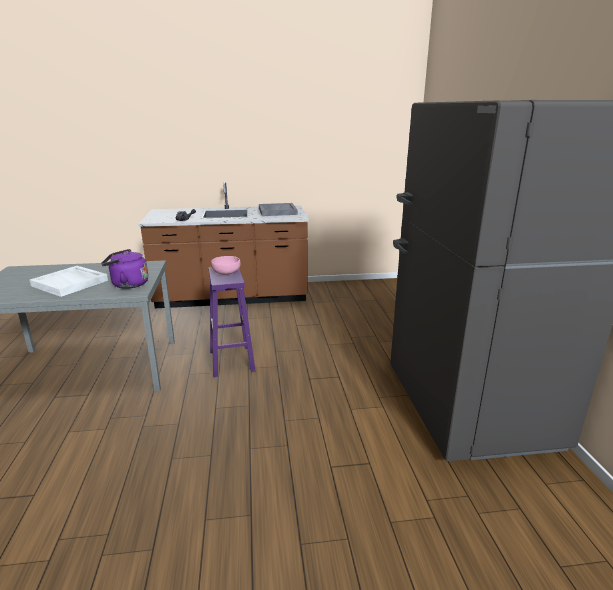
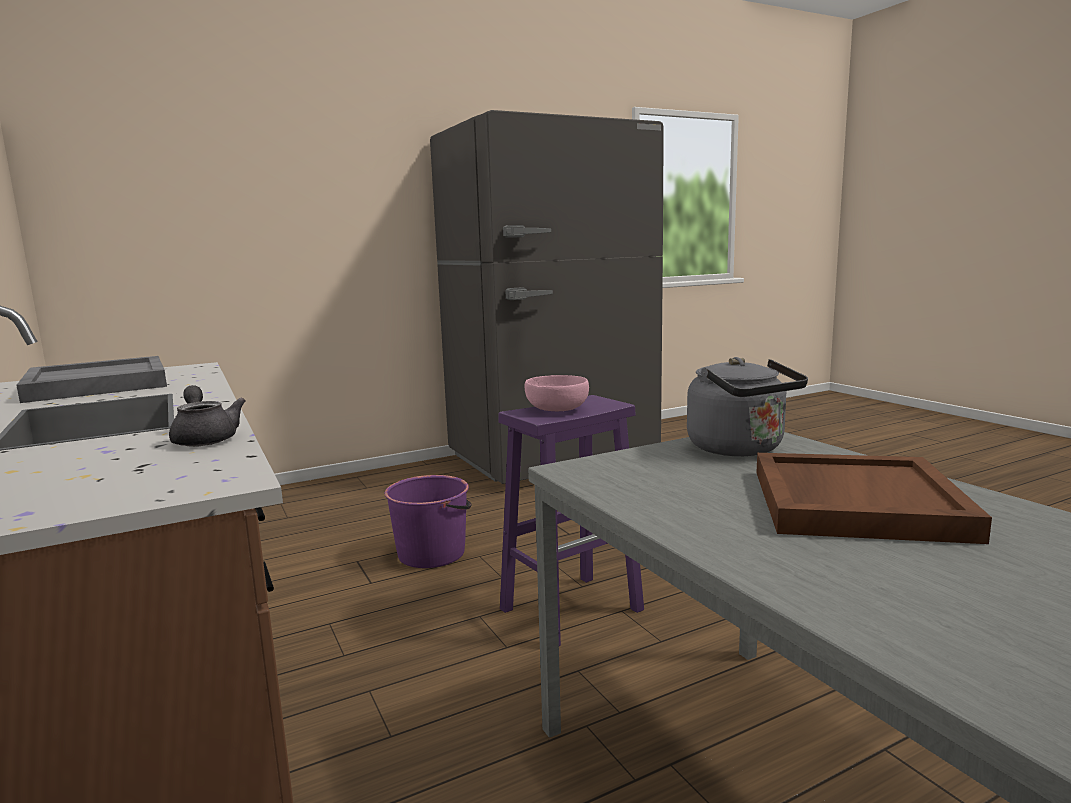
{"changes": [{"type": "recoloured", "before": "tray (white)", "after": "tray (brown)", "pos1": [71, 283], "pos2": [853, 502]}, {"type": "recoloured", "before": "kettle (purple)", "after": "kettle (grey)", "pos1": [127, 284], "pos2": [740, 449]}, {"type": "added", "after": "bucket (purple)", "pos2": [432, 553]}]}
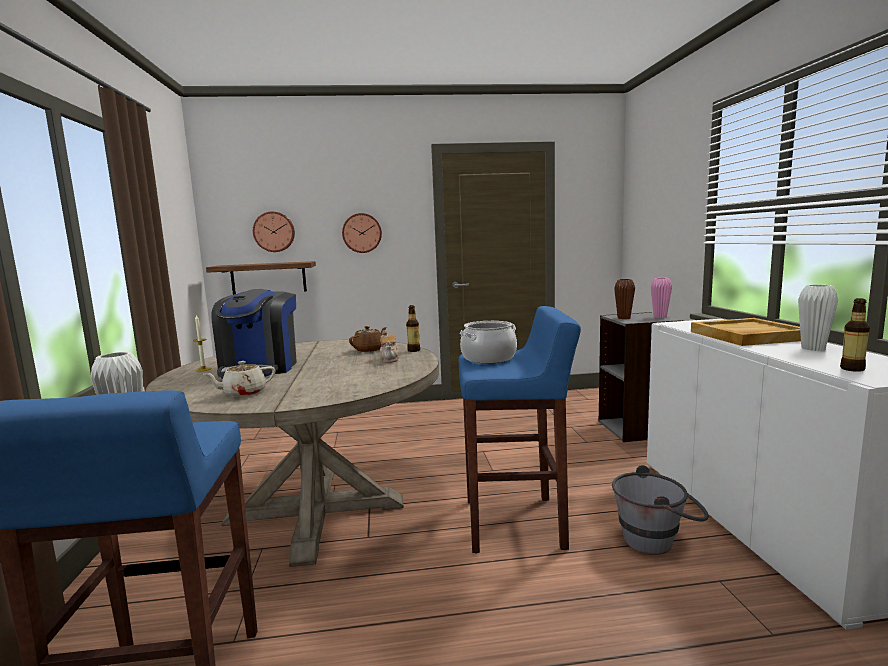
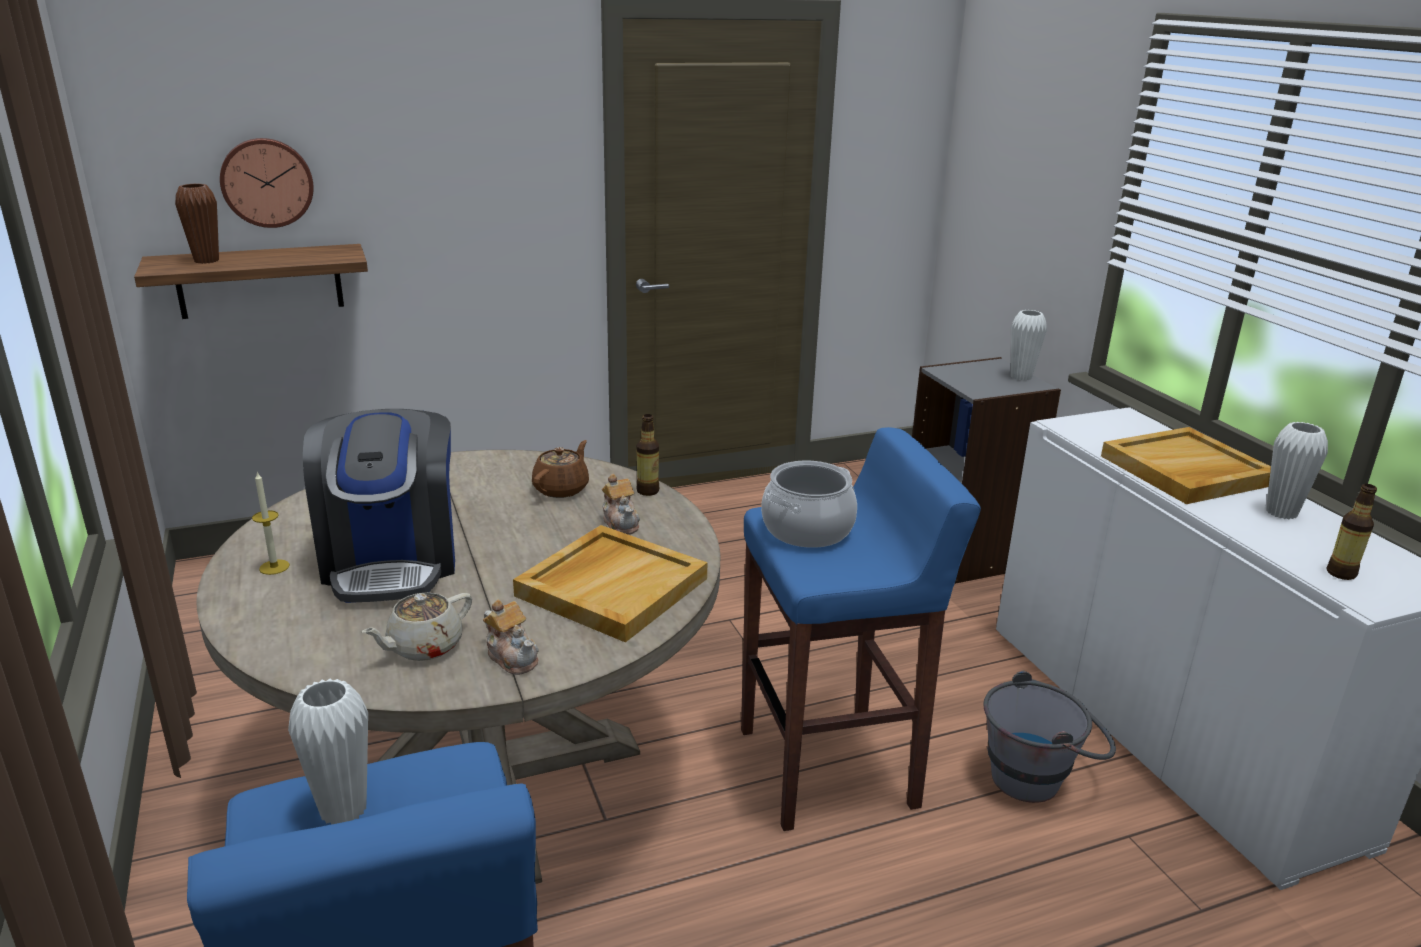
{"changes": [{"type": "removed", "before": "wall clock", "pos1": [362, 233]}, {"type": "moved", "before": "vase (brown)", "pos1": [624, 318], "pos2": [206, 260]}, {"type": "recoloured", "before": "vase (pink)", "after": "vase (white)", "pos1": [660, 317], "pos2": [1021, 377]}, {"type": "added", "after": "teapot", "pos2": [512, 657]}, {"type": "added", "after": "tray (beige)", "pos2": [612, 586]}]}
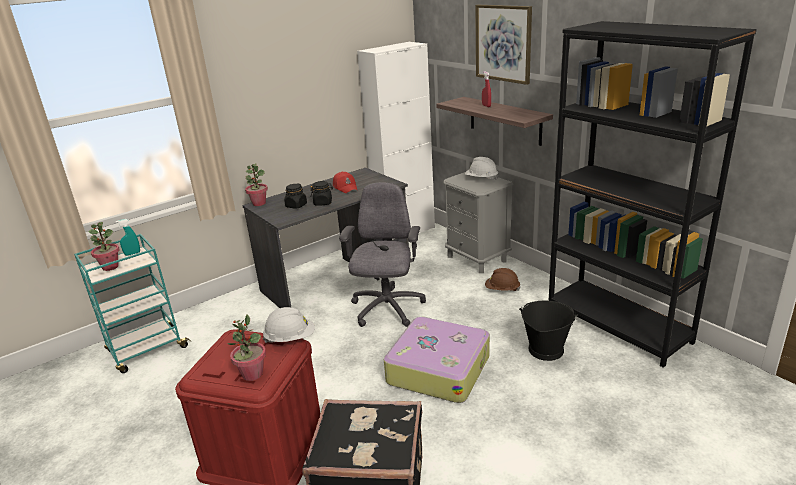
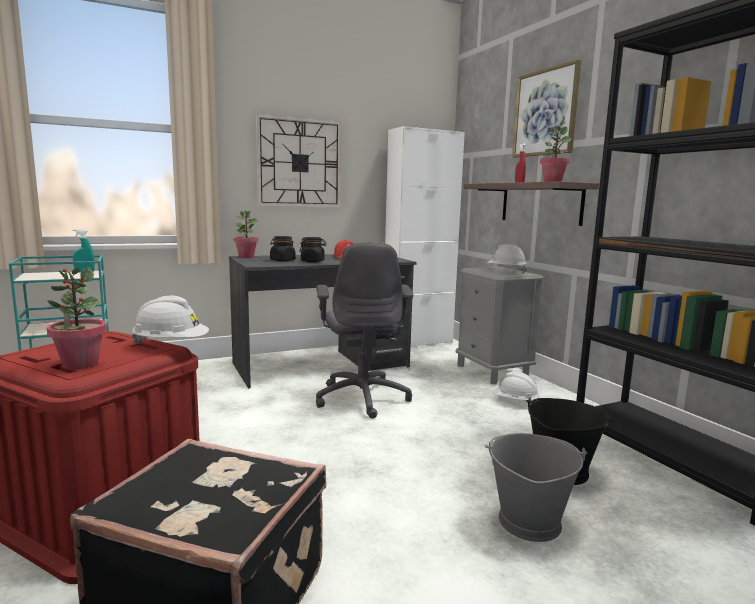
{"changes": [{"type": "moved", "before": "potted plant", "pos1": [110, 267], "pos2": [552, 182]}, {"type": "turned", "before": "office chair (grey)", "pos1": [387, 309], "pos2": [362, 398], "turn": 150}, {"type": "removed", "before": "suitcase", "pos1": [438, 369]}, {"type": "recoloured", "before": "hard hat (brown)", "after": "hard hat (white)", "pos1": [502, 290], "pos2": [515, 402]}, {"type": "added", "after": "wall clock", "pos2": [299, 163]}, {"type": "added", "after": "bucket (grey)", "pos2": [528, 521]}]}
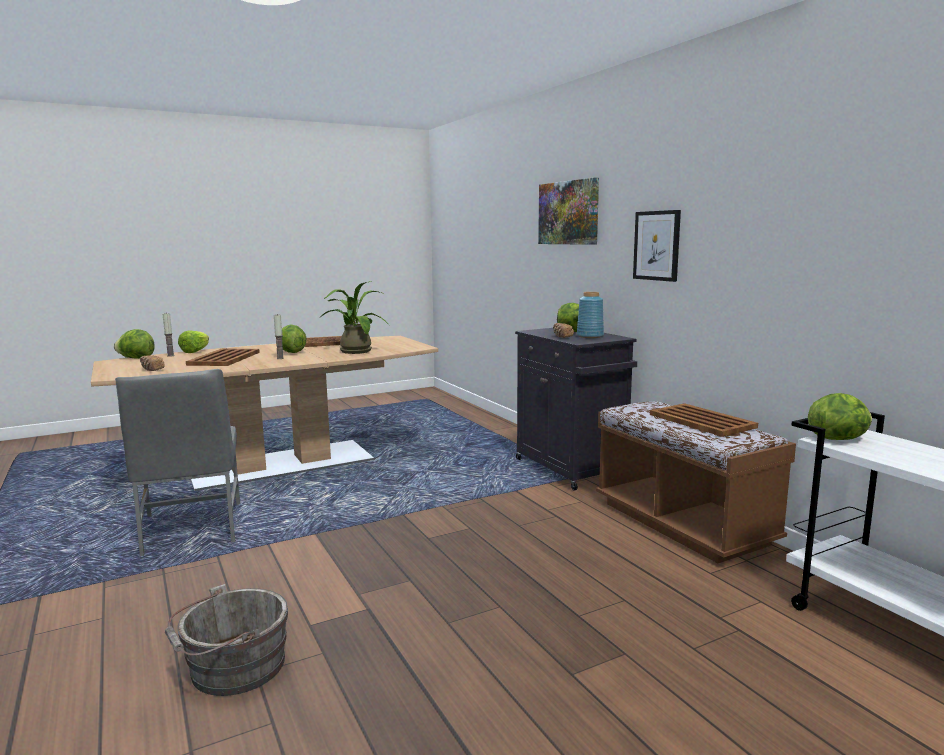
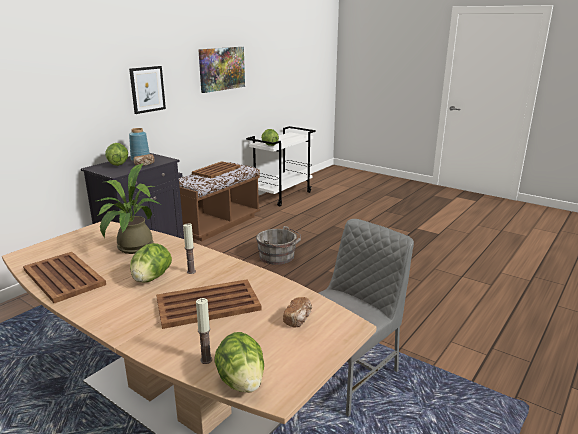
{"changes": [{"type": "moved", "before": "bucket (grey)", "pos1": [232, 668], "pos2": [278, 257]}, {"type": "removed", "before": "lettuce", "pos1": [195, 351]}, {"type": "moved", "before": "picture", "pos1": [568, 213], "pos2": [221, 69]}]}
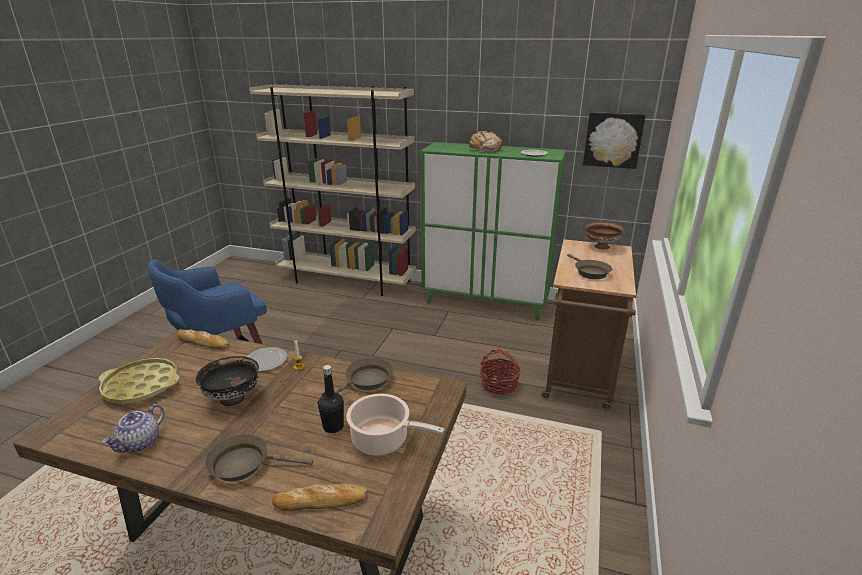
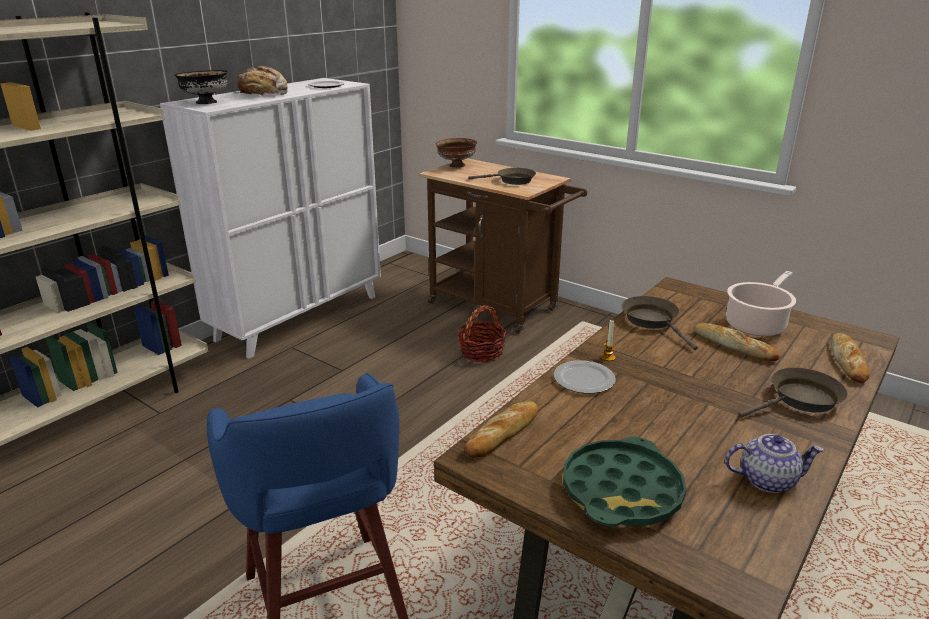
{"changes": [{"type": "recoloured", "before": "tray (yellow)", "after": "tray (green)", "pos1": [141, 386], "pos2": [622, 491]}, {"type": "turned", "before": "teapot", "pos1": [140, 443], "pos2": [767, 480], "turn": -45}, {"type": "moved", "before": "bowl (black)", "pos1": [233, 398], "pos2": [205, 103]}, {"type": "turned", "before": "frying pan (brown)", "pos1": [245, 464], "pos2": [800, 400], "turn": -135}, {"type": "replaced", "before": "bottle (black)", "after": "bread", "pos1": [333, 426], "pos2": [734, 346]}, {"type": "recoloured", "before": "cabinet (green)", "after": "cabinet (white)", "pos1": [485, 302], "pos2": [299, 317]}, {"type": "removed", "before": "picture", "pos1": [613, 140]}]}
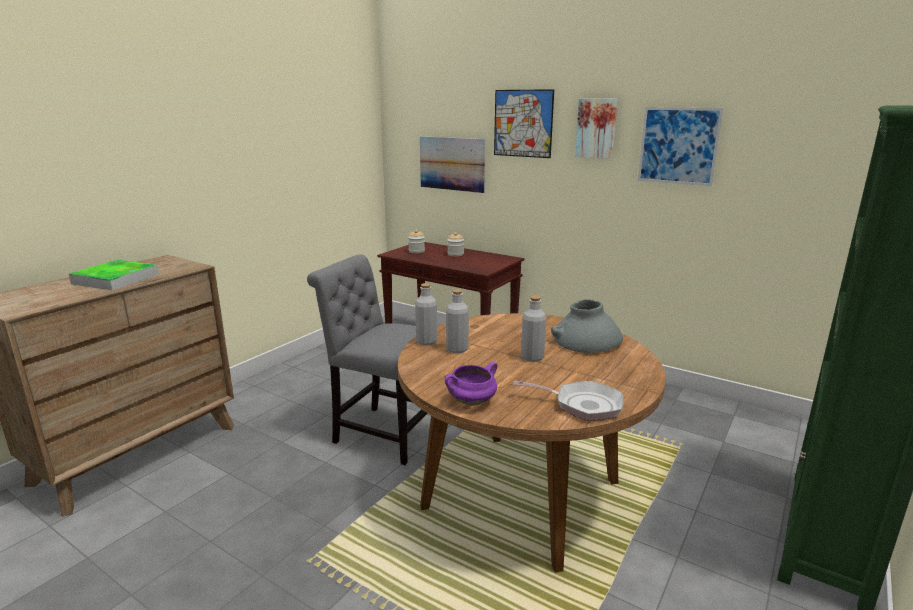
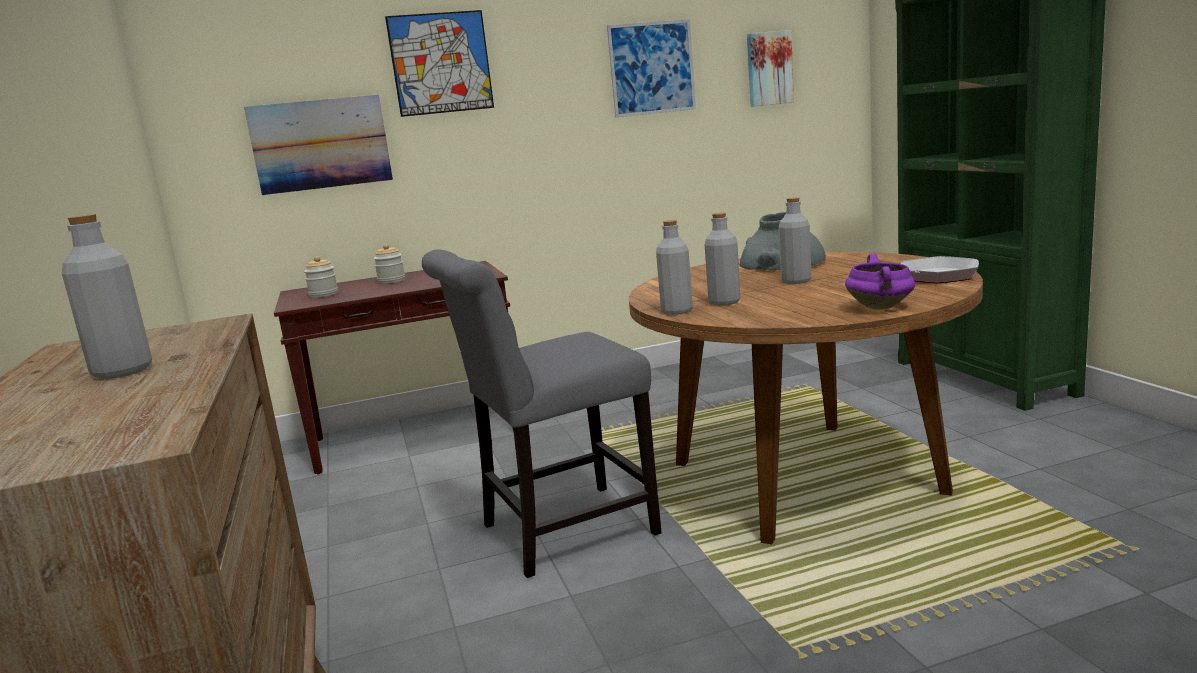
{"changes": [{"type": "replaced", "before": "tray", "after": "bottle (grey)", "pos1": [116, 279], "pos2": [122, 371]}, {"type": "moved", "before": "picture", "pos1": [596, 128], "pos2": [769, 68]}]}
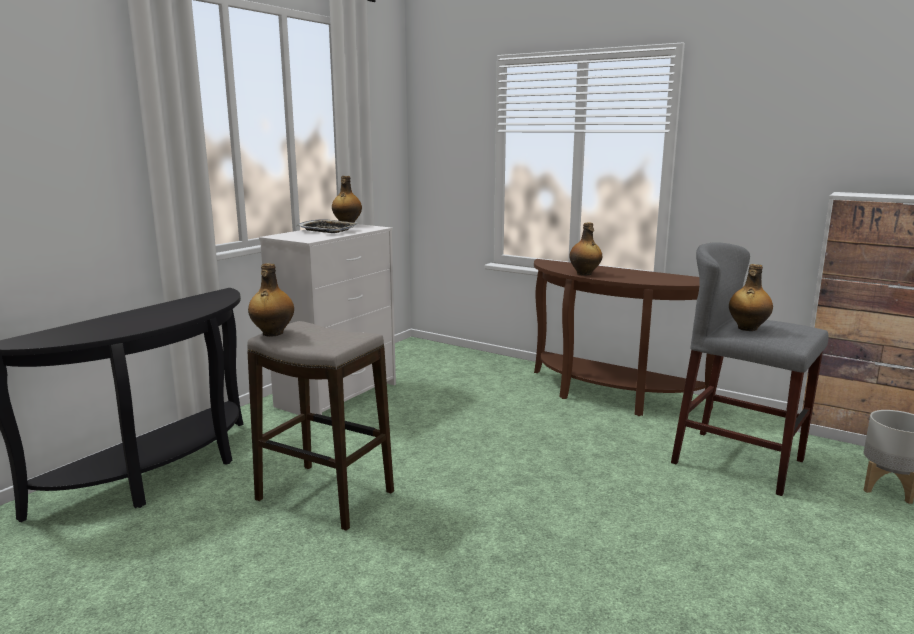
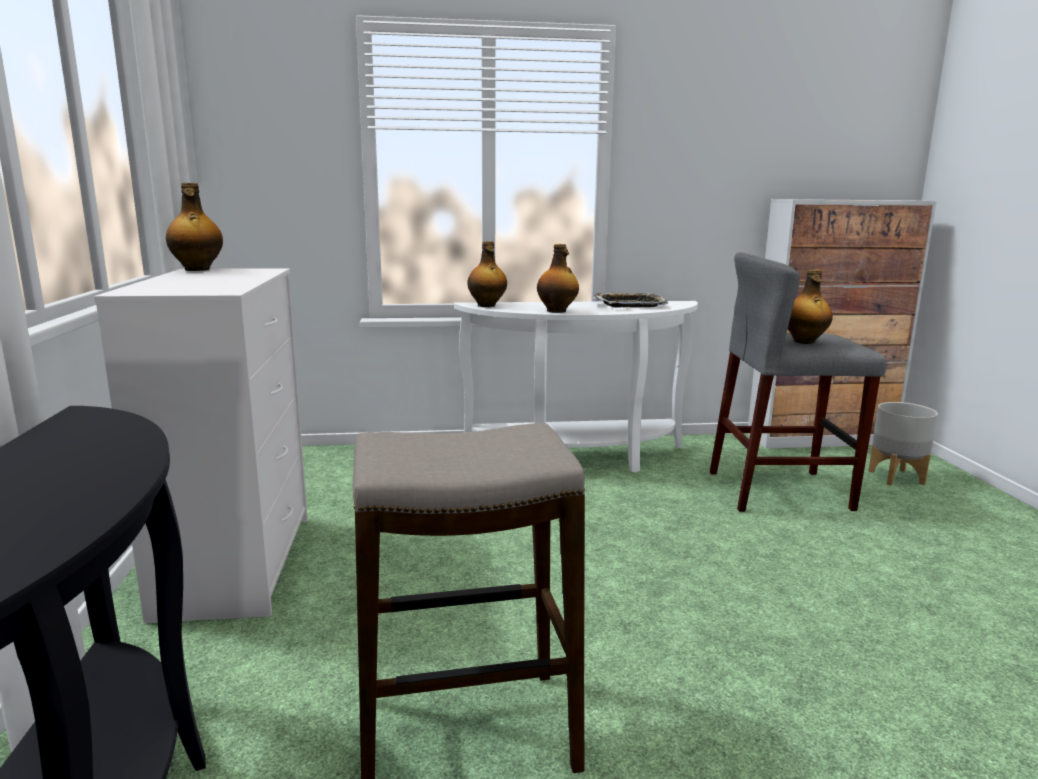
{"changes": [{"type": "moved", "before": "bottle", "pos1": [272, 333], "pos2": [487, 305]}, {"type": "moved", "before": "tray", "pos1": [327, 230], "pos2": [629, 305]}, {"type": "recoloured", "before": "console table (brown)", "after": "console table (white)", "pos1": [609, 397], "pos2": [578, 460]}]}
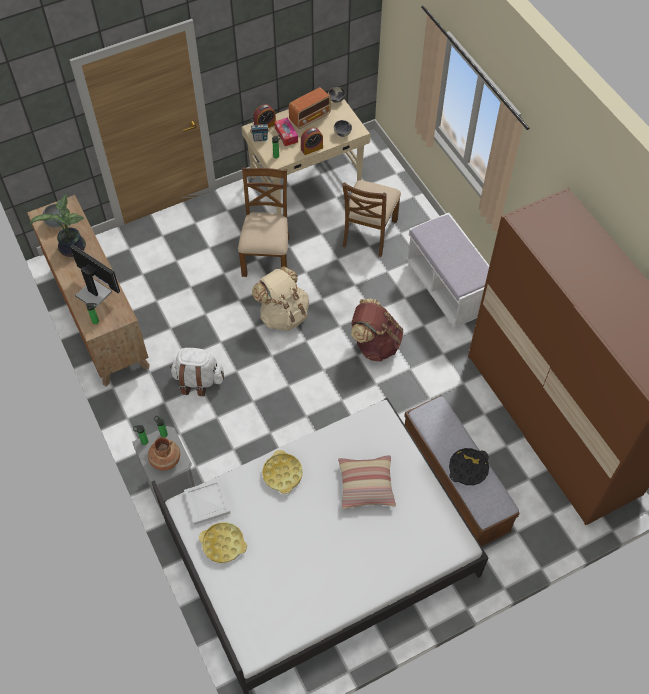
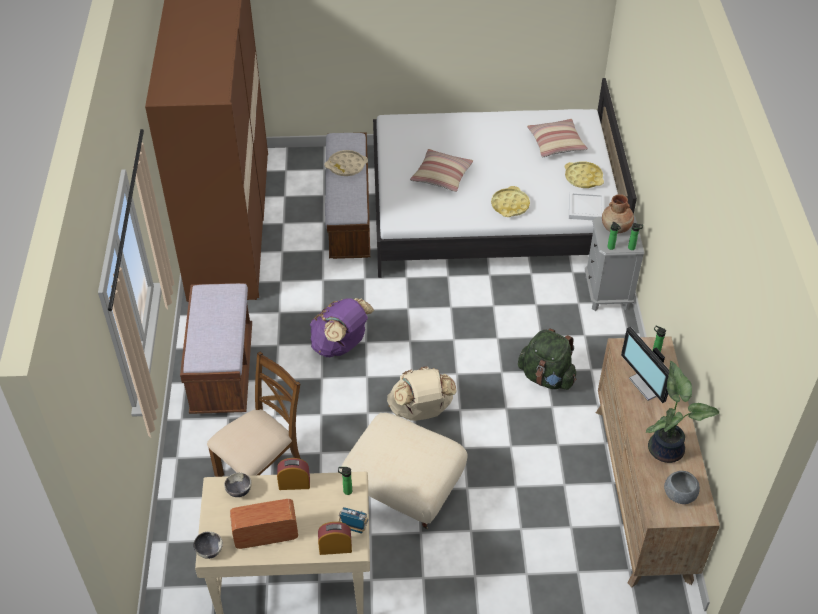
{"changes": [{"type": "recoloured", "before": "backpack (white)", "after": "backpack (green)", "pos1": [198, 380], "pos2": [546, 377]}, {"type": "replaced", "before": "chair (brown)", "after": "ottoman (beige)", "pos1": [267, 255], "pos2": [403, 490]}, {"type": "removed", "before": "tissue box", "pos1": [286, 135]}, {"type": "recoloured", "before": "backpack (brown)", "after": "backpack (purple)", "pos1": [375, 344], "pos2": [341, 345]}, {"type": "recoloured", "before": "bench (white)", "after": "bench (brown)", "pos1": [448, 288], "pos2": [222, 371]}, {"type": "recoloured", "before": "tray (black)", "after": "tray (beige)", "pos1": [468, 468], "pos2": [346, 166]}, {"type": "added", "after": "pillow", "pos2": [556, 143]}]}
